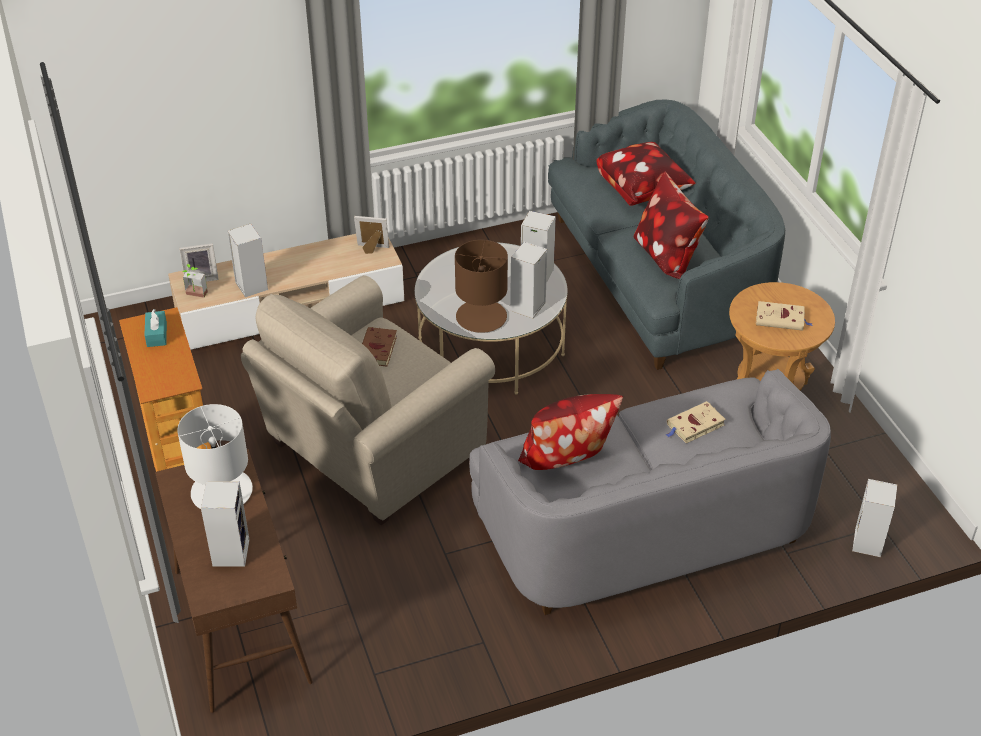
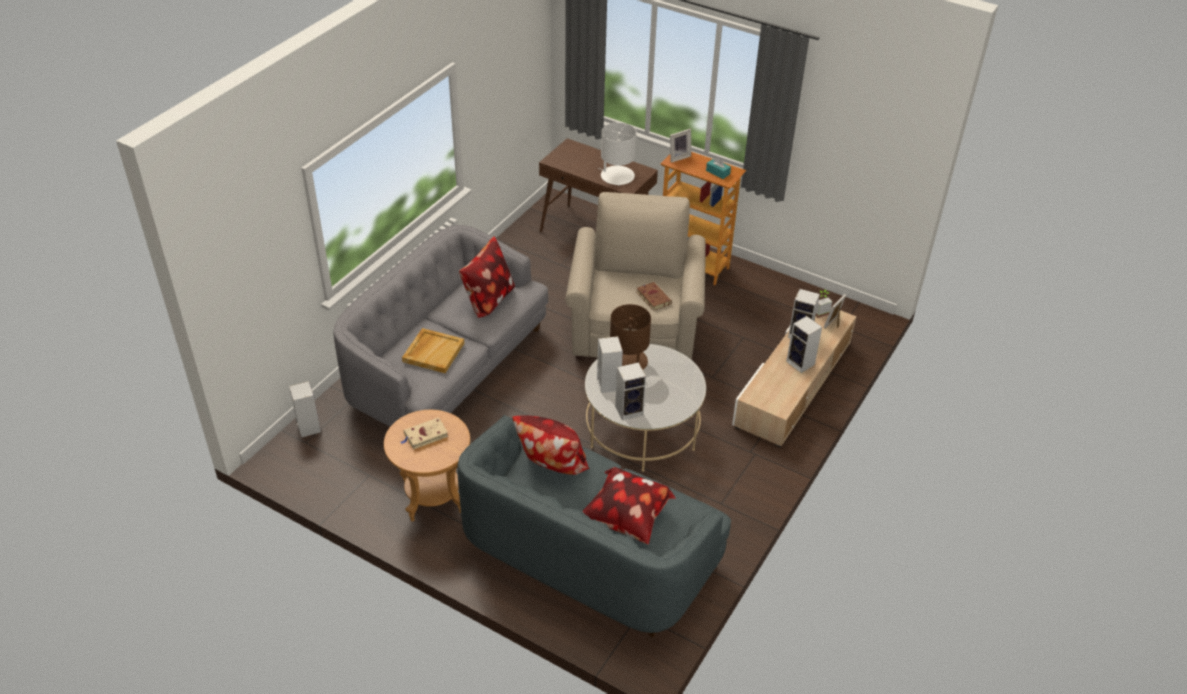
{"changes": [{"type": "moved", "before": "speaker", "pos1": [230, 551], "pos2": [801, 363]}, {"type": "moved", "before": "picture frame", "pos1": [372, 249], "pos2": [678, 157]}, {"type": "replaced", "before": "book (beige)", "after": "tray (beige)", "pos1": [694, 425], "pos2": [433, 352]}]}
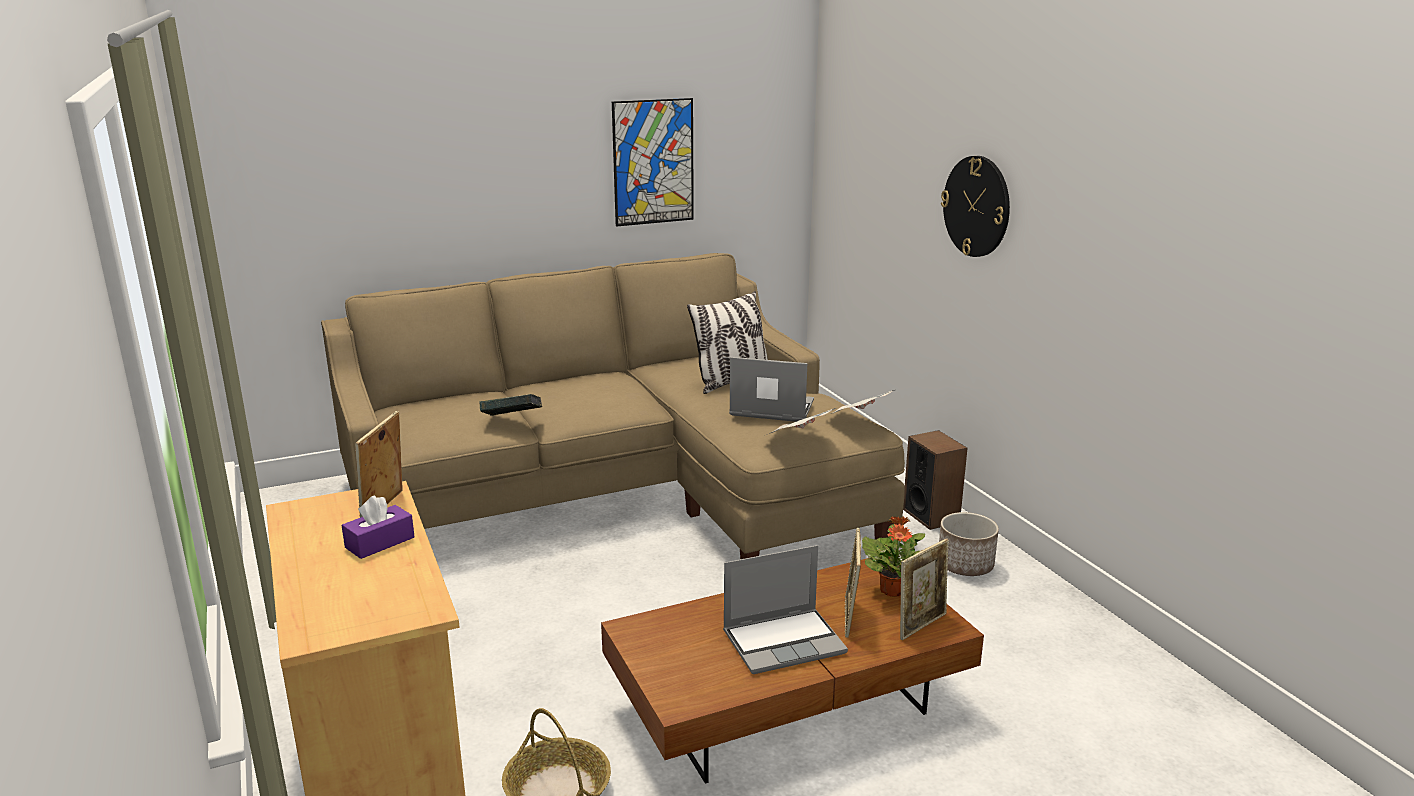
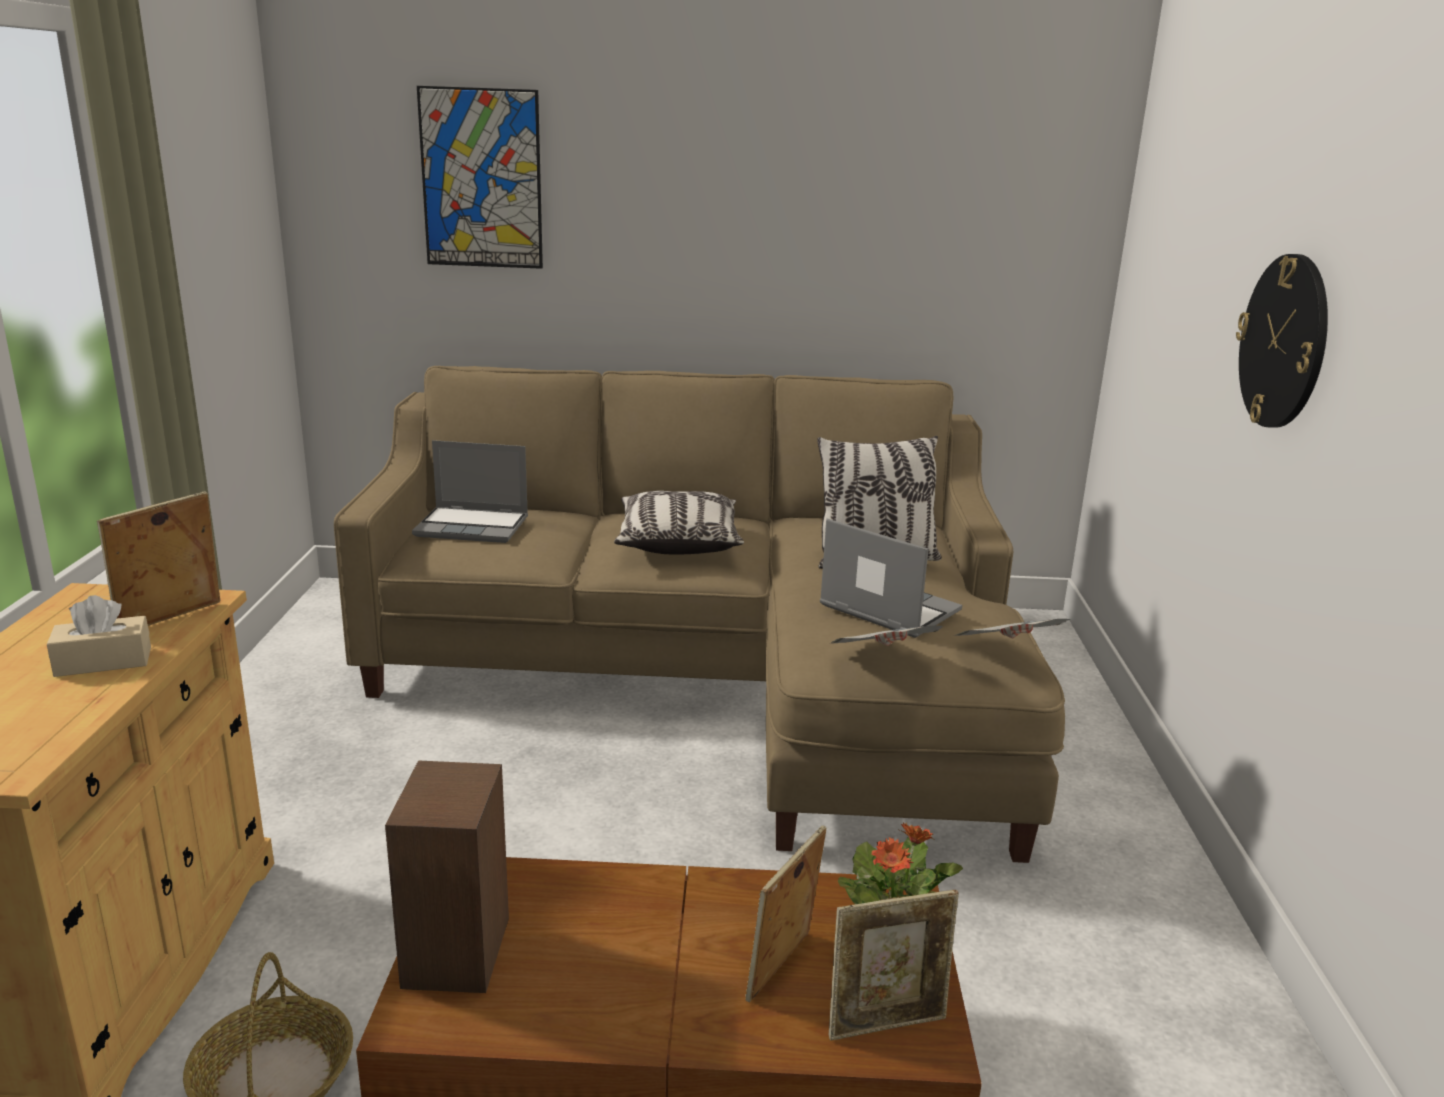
{"changes": [{"type": "recoloured", "before": "tissue box (purple)", "after": "tissue box (beige)", "pos1": [380, 542], "pos2": [103, 661]}, {"type": "removed", "before": "book", "pos1": [512, 421]}, {"type": "moved", "before": "picture", "pos1": [653, 162], "pos2": [481, 179]}, {"type": "moved", "before": "laptop", "pos1": [784, 641], "pos2": [474, 527]}, {"type": "moved", "before": "speaker", "pos1": [931, 515], "pos2": [457, 951]}, {"type": "removed", "before": "planter", "pos1": [965, 565]}, {"type": "added", "after": "pillow", "pos2": [677, 542]}]}
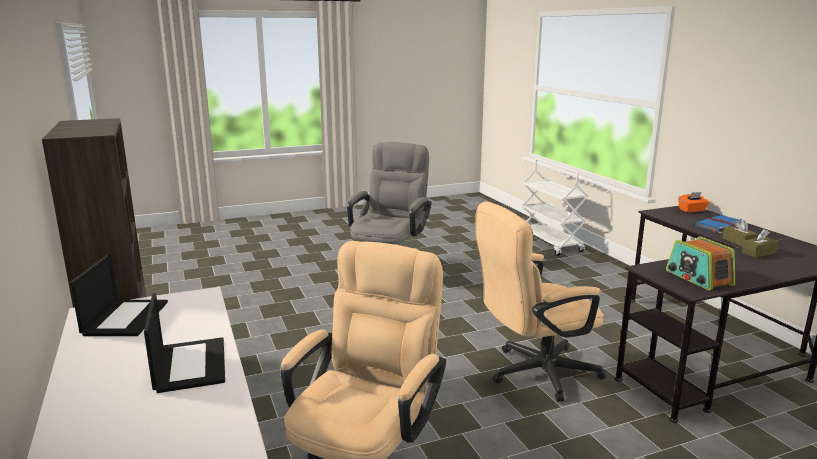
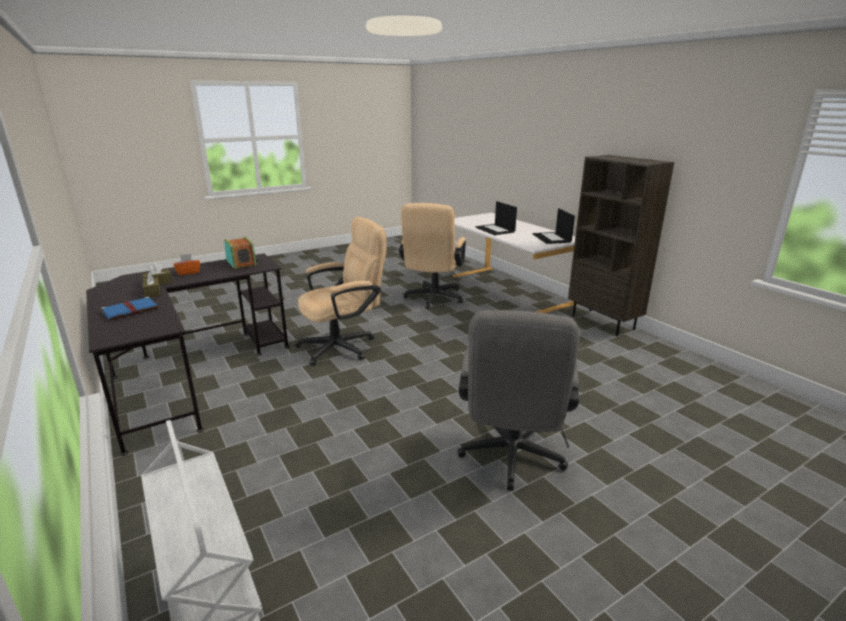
{"changes": [{"type": "moved", "before": "tissue box (orange)", "pos1": [692, 210], "pos2": [188, 272]}]}
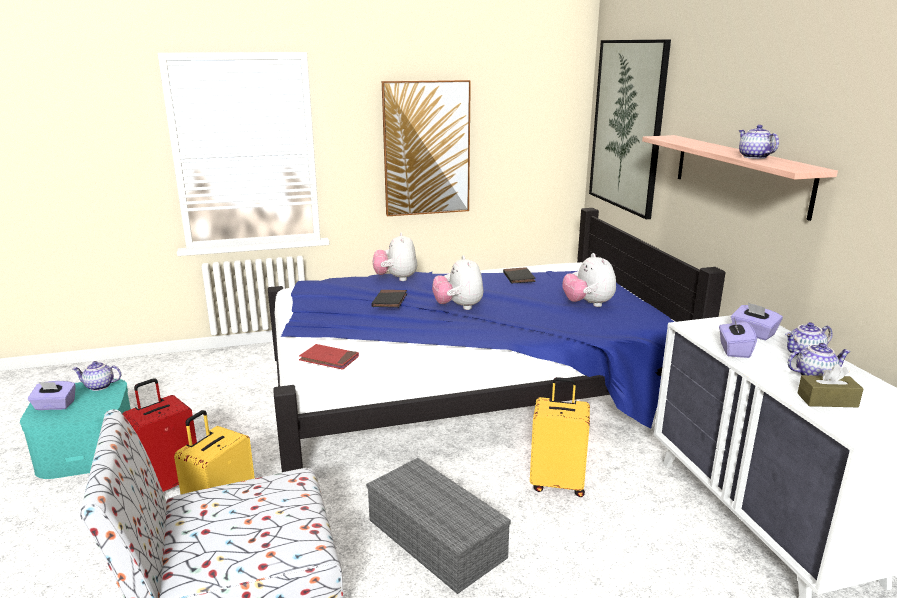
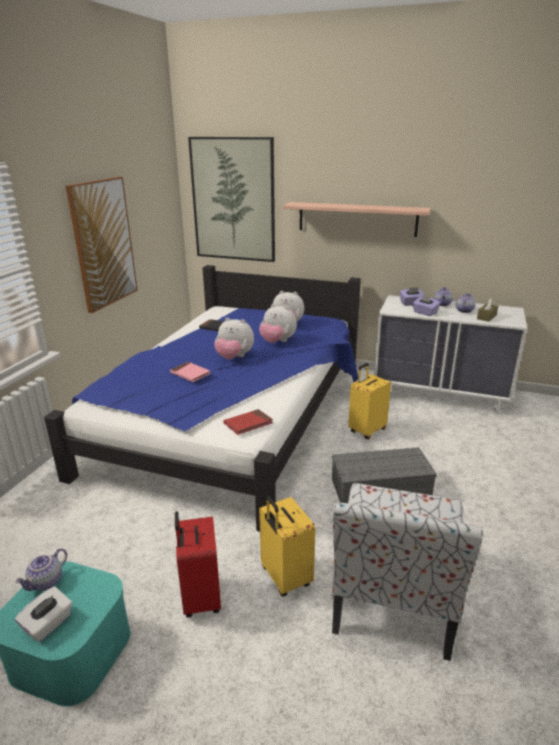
{"changes": [{"type": "recoloured", "before": "tissue box (purple)", "after": "tissue box (white)", "pos1": [55, 406], "pos2": [48, 624]}, {"type": "recoloured", "before": "book (black)", "after": "book (pink)", "pos1": [389, 301], "pos2": [190, 374]}, {"type": "moved", "before": "plush toy", "pos1": [396, 278], "pos2": [277, 342]}, {"type": "removed", "before": "teapot", "pos1": [753, 157]}]}
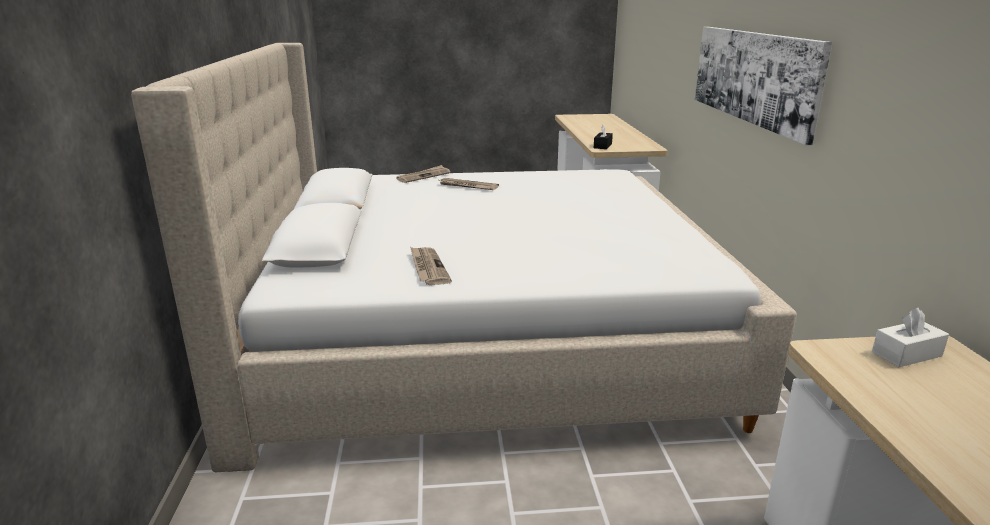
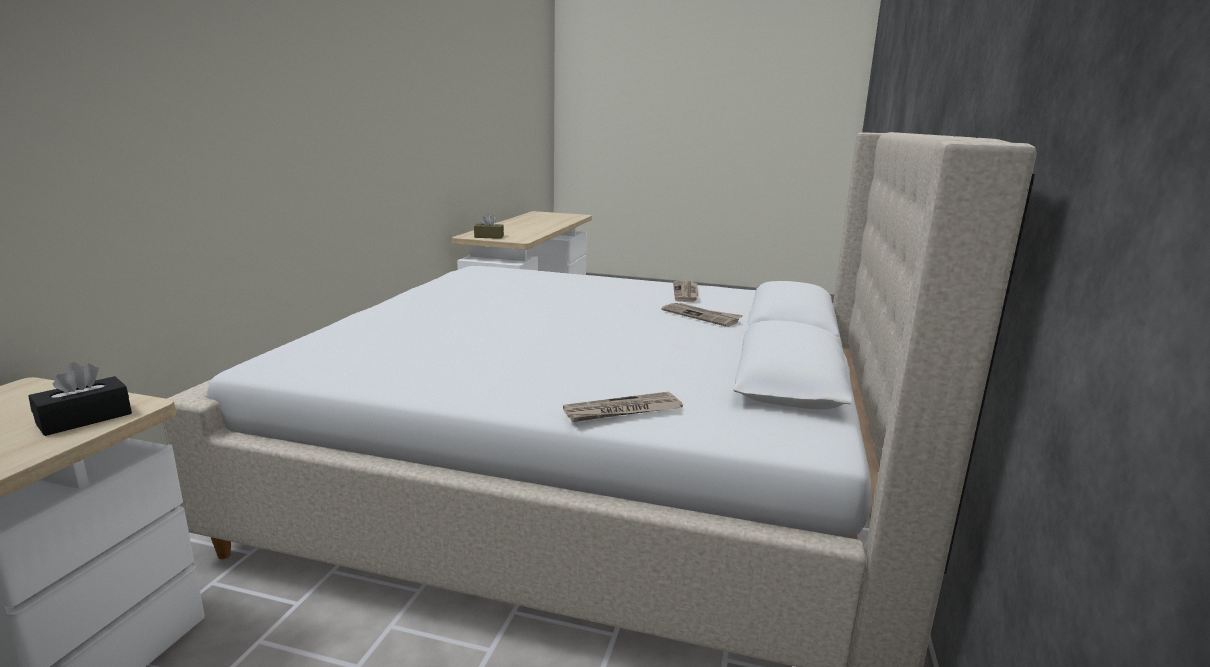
{"changes": [{"type": "moved", "before": "newspaper", "pos1": [467, 186], "pos2": [701, 316]}, {"type": "removed", "before": "picture", "pos1": [753, 76]}, {"type": "recoloured", "before": "tissue box (white)", "after": "tissue box (brown)", "pos1": [906, 354], "pos2": [489, 237]}]}
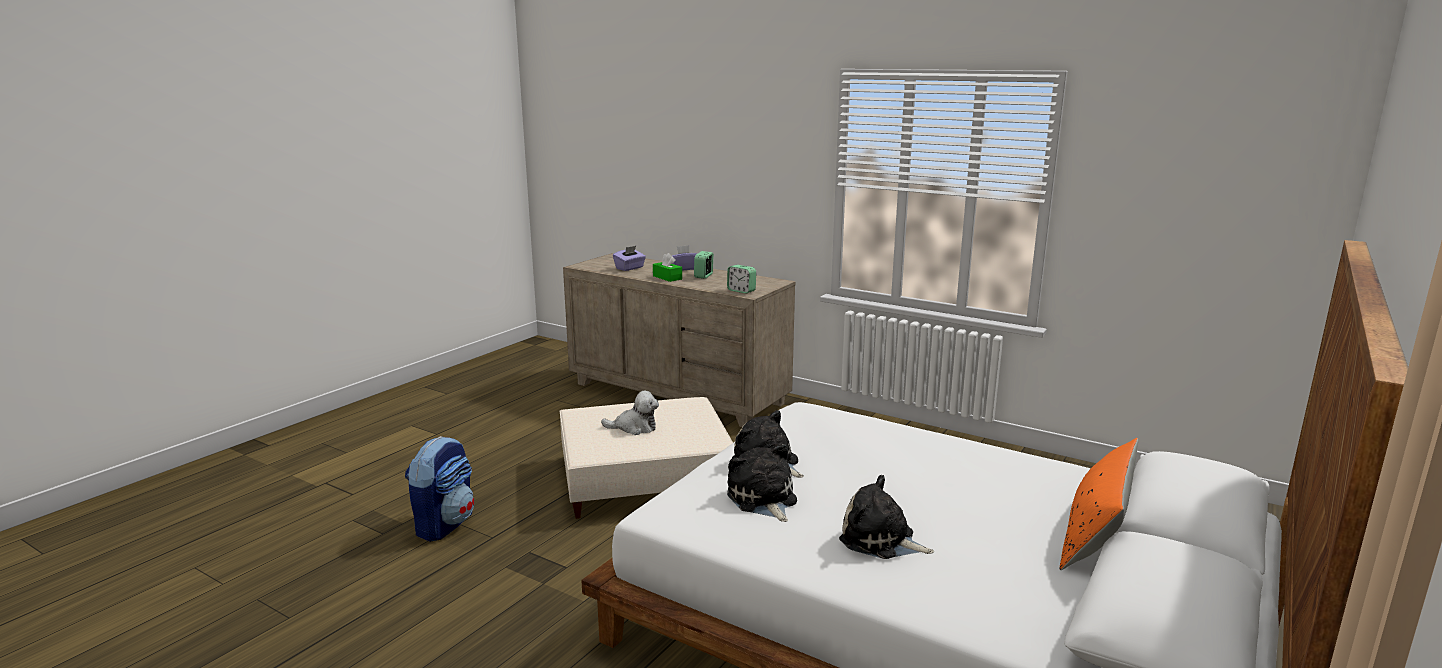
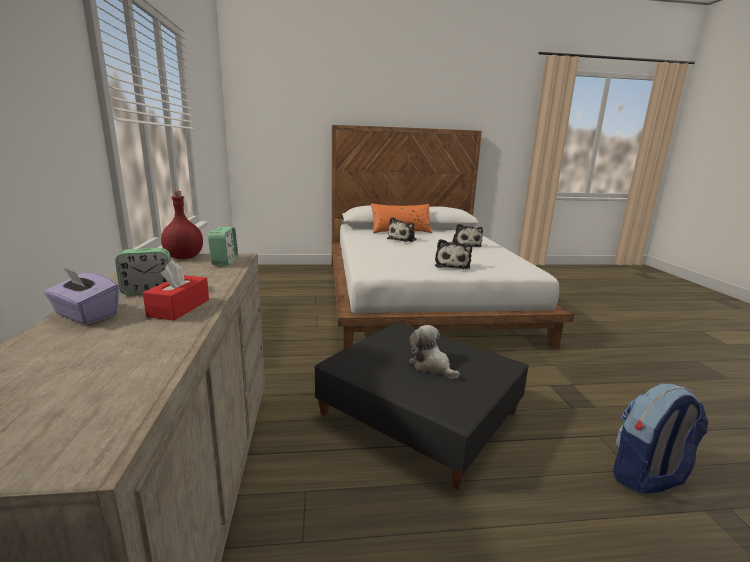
{"changes": [{"type": "recoloured", "before": "ottoman (beige)", "after": "ottoman (black)", "pos1": [644, 478], "pos2": [420, 414]}, {"type": "removed", "before": "tissue box (purple)", "pos1": [630, 268]}, {"type": "recoloured", "before": "tissue box (green)", "after": "tissue box (red)", "pos1": [667, 277], "pos2": [179, 308]}, {"type": "moved", "before": "plush toy", "pos1": [763, 500], "pos2": [403, 239]}, {"type": "added", "after": "bottle (red)", "pos2": [185, 257]}]}
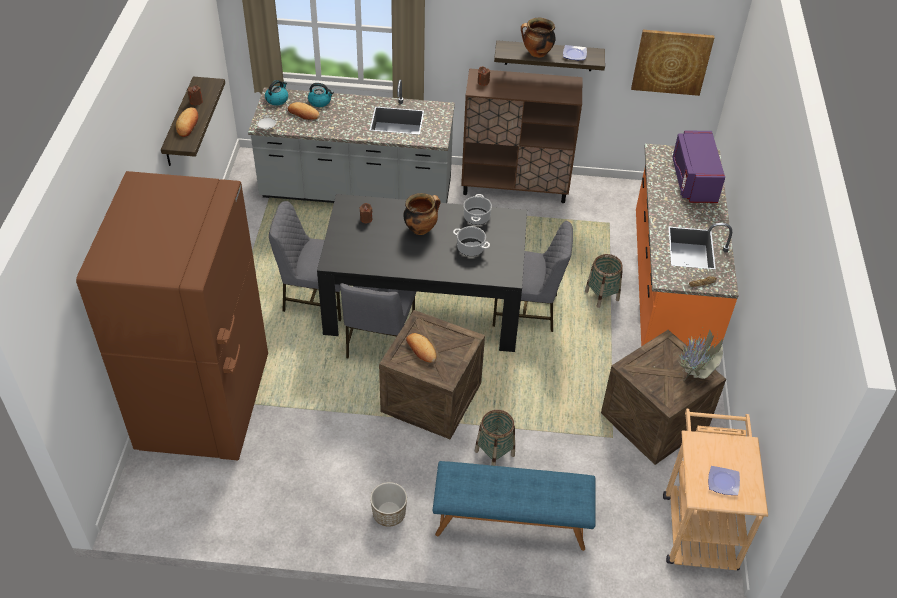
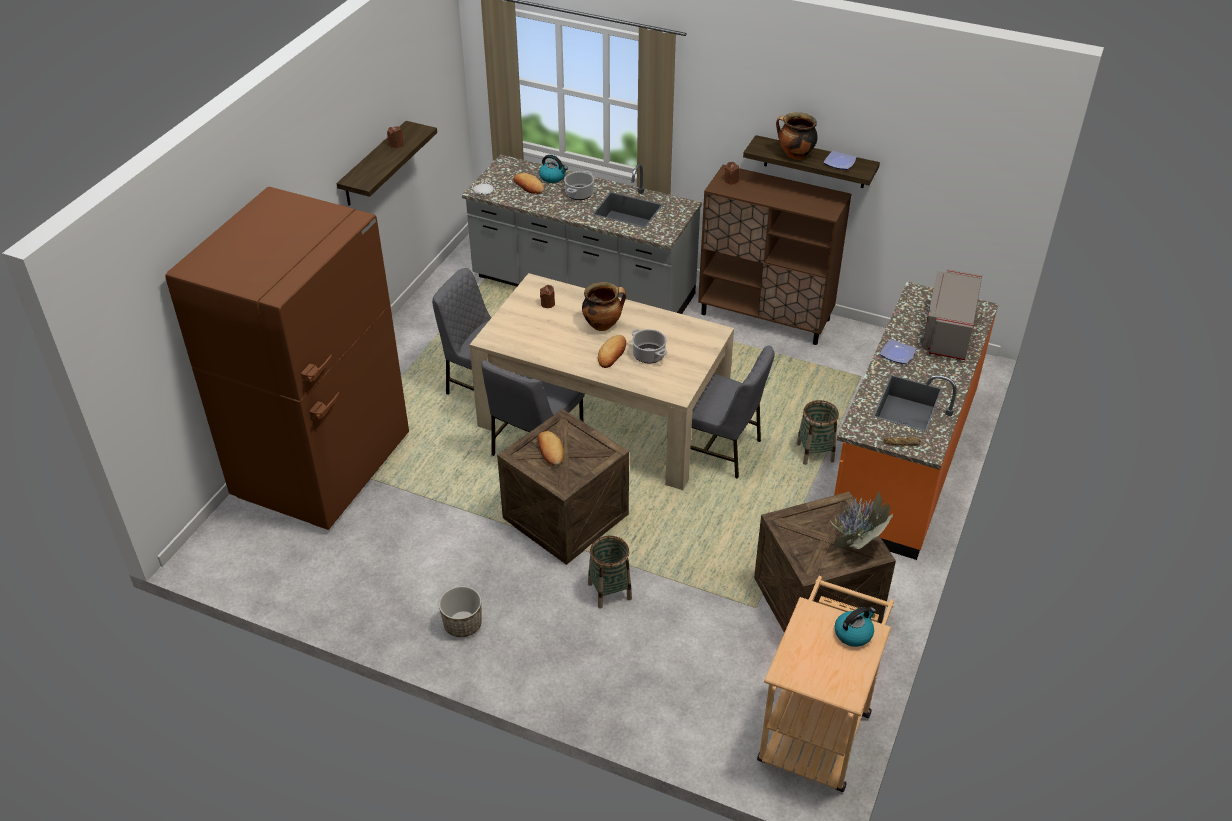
{"changes": [{"type": "moved", "before": "bread", "pos1": [188, 124], "pos2": [612, 354]}, {"type": "moved", "before": "kettle", "pos1": [277, 99], "pos2": [853, 633]}, {"type": "recoloured", "before": "dining table (black)", "after": "dining table (beige)", "pos1": [424, 304], "pos2": [603, 418]}, {"type": "removed", "before": "bench (blue)", "pos1": [511, 522]}, {"type": "moved", "before": "cooking pot", "pos1": [476, 217], "pos2": [579, 194]}, {"type": "removed", "before": "picture", "pos1": [671, 62]}, {"type": "recoloured", "before": "microwave (purple)", "after": "microwave (grey)", "pos1": [693, 180], "pos2": [947, 331]}, {"type": "moved", "before": "plate", "pos1": [722, 482], "pos2": [896, 354]}]}
